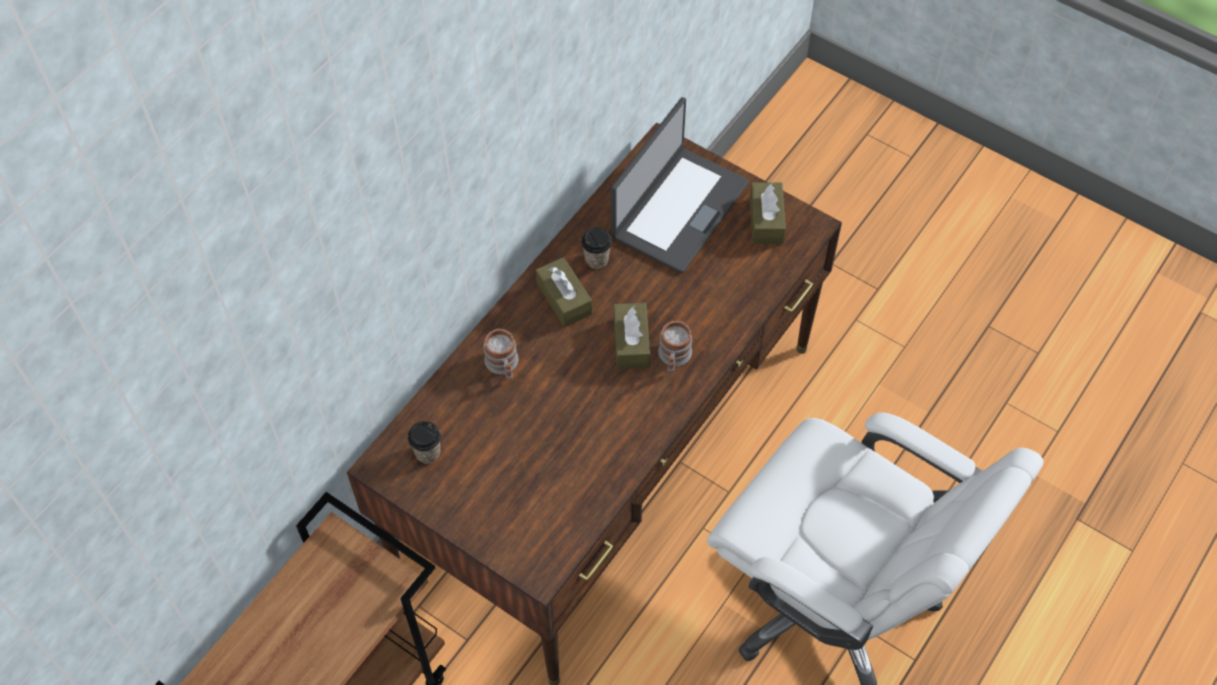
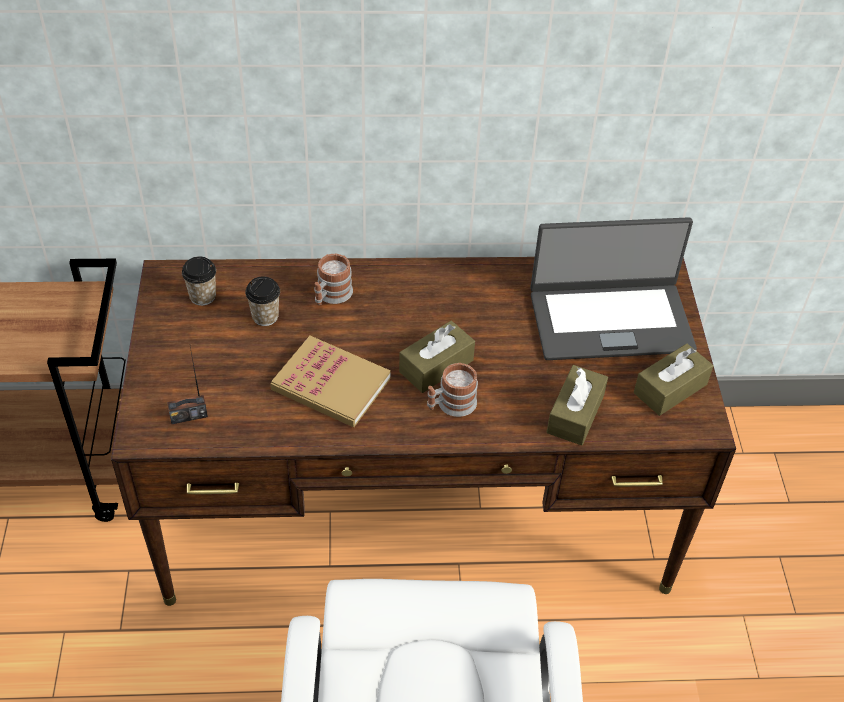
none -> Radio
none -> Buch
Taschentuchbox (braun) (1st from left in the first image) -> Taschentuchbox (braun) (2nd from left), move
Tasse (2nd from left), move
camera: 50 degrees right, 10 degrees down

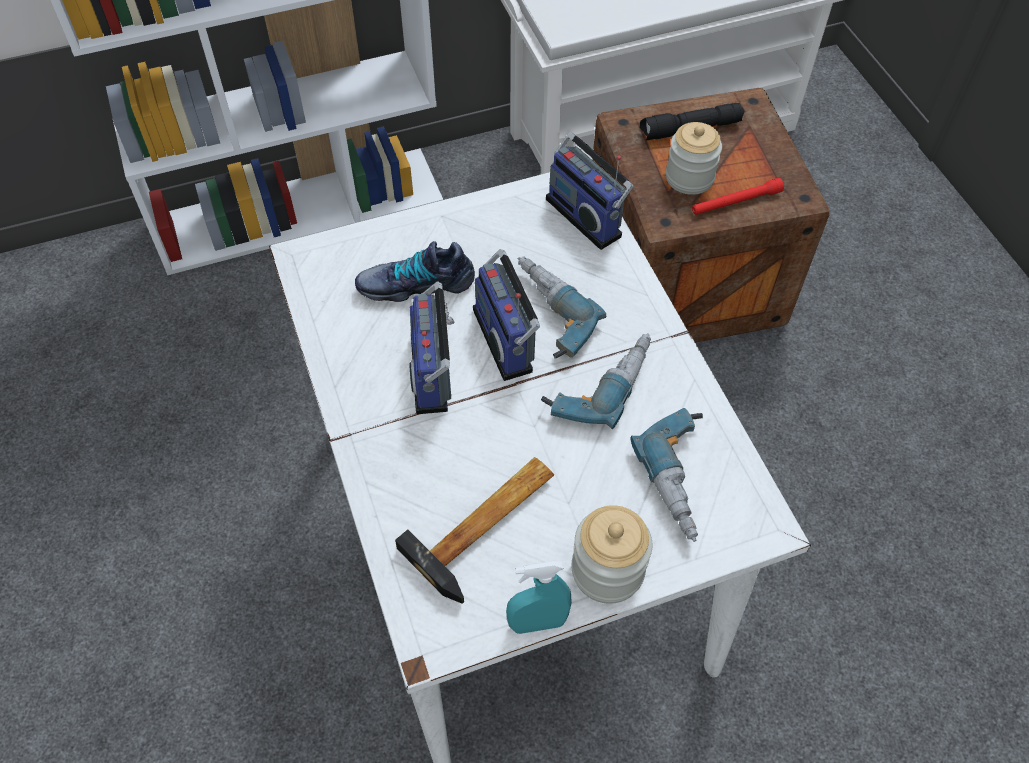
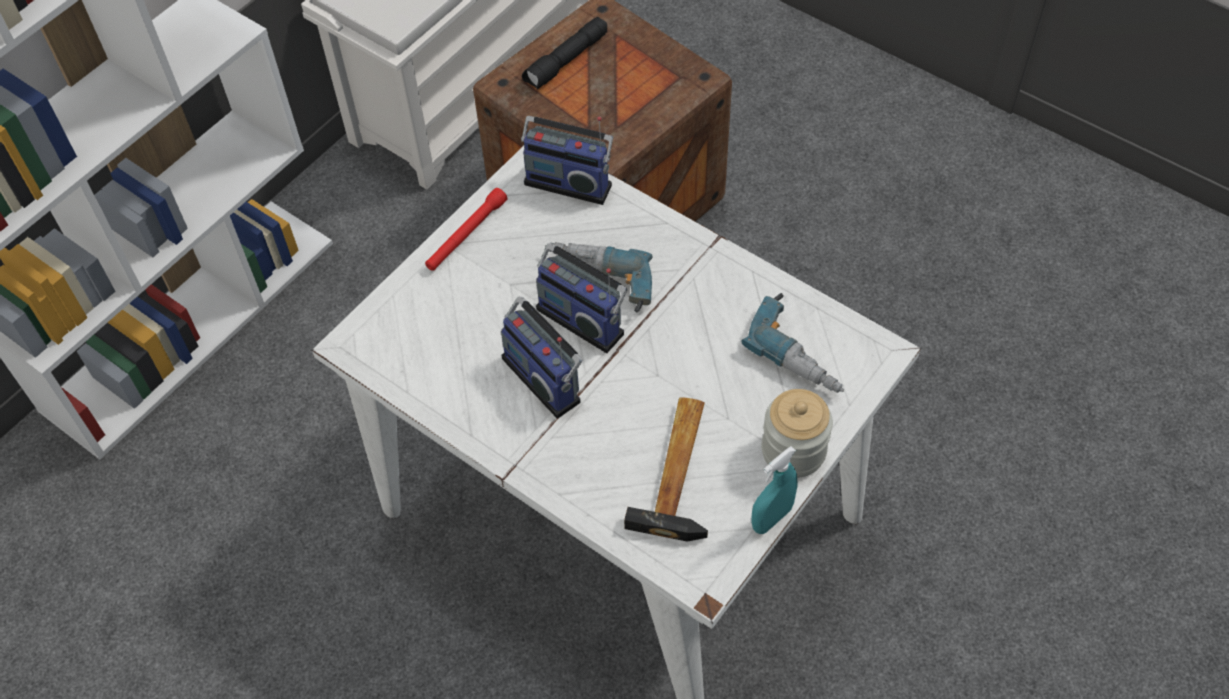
Schuh -> none
Bohrmaschine (2nd from left) -> none
Vorratsglas (2nd from left) -> none
Taschenlampe (rot), move
camera: 30 degrees left, 0 degrees up

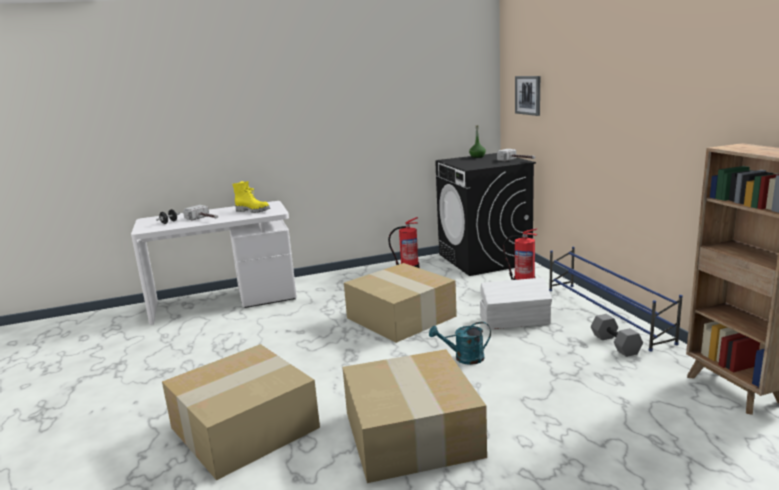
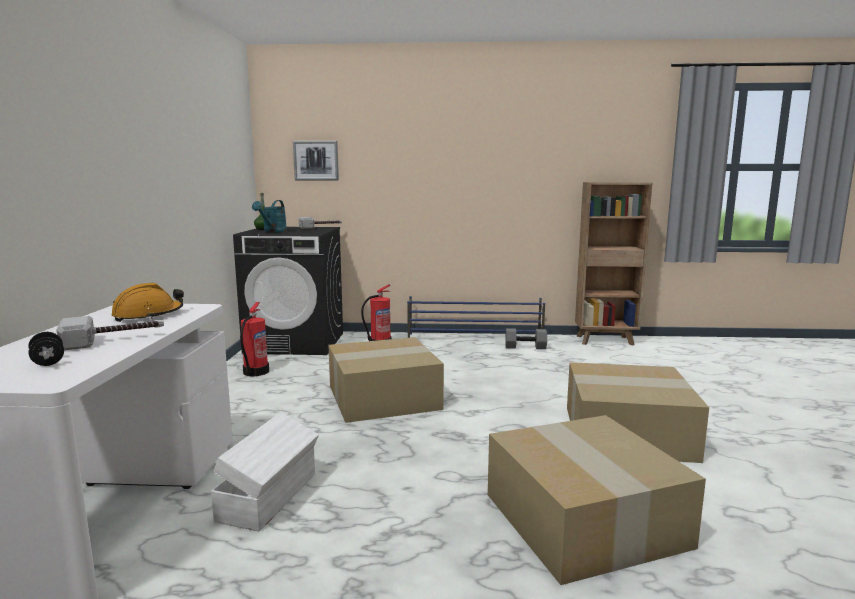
Gießkanne (türkis), move
Aufbewahrungsbox (weiß), move
Stiefel (gelb) -> Schutzhelm (orange)
camera: 70 degrees left, 5 degrees down

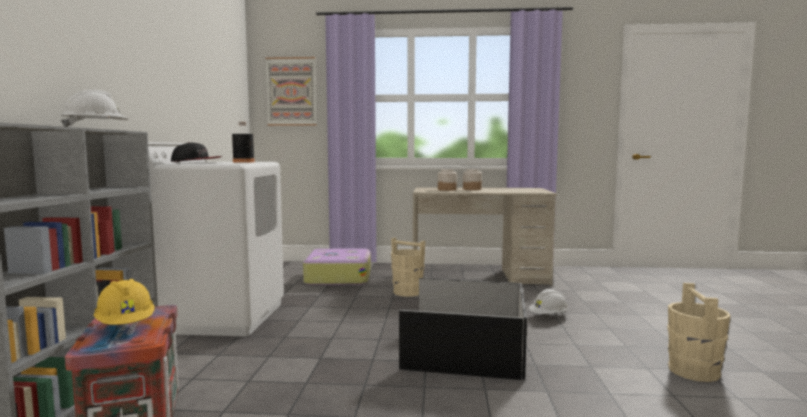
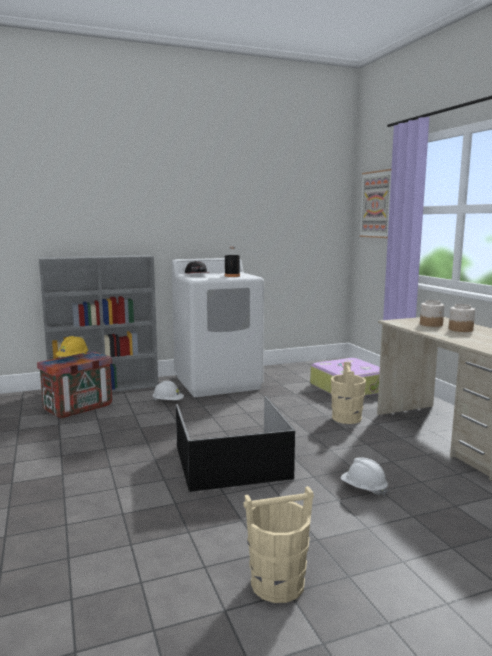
Schutzhelm (weiß) (1st from left), move
camera: 65 degrees right, 5 degrees up

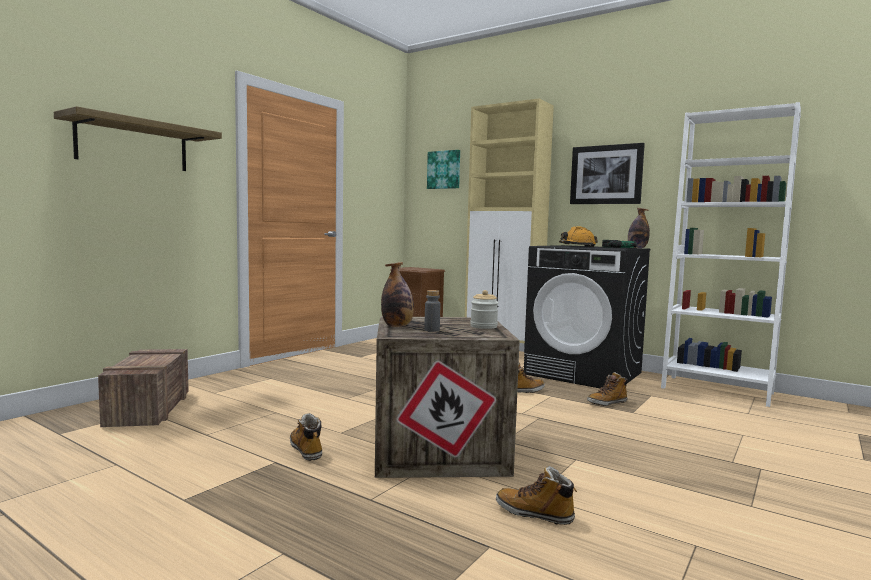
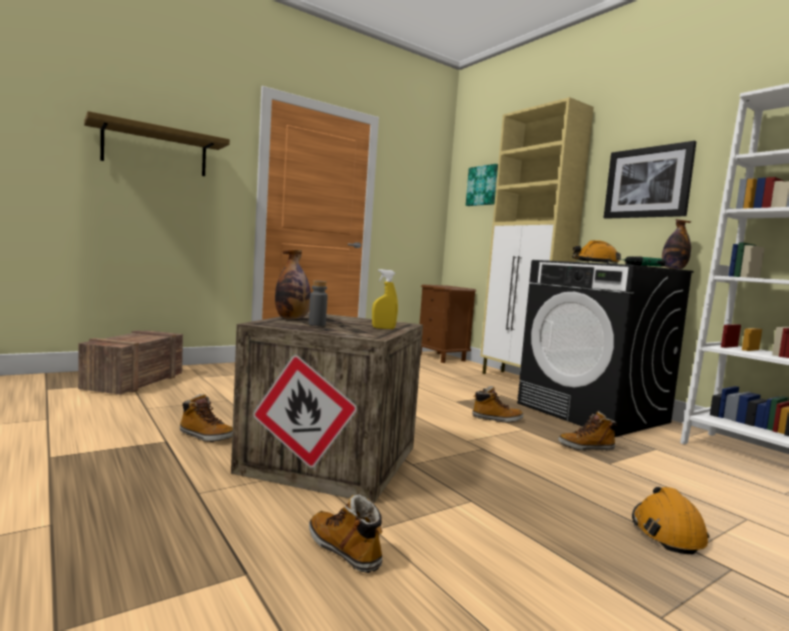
none -> Schutzhelm (orange) (2nd from left)
Vorratsglas -> Sprühflasche (gelb)
Stiefel (1st from left), 120 degrees clockwise
camera: 20 degrees right, 0 degrees up

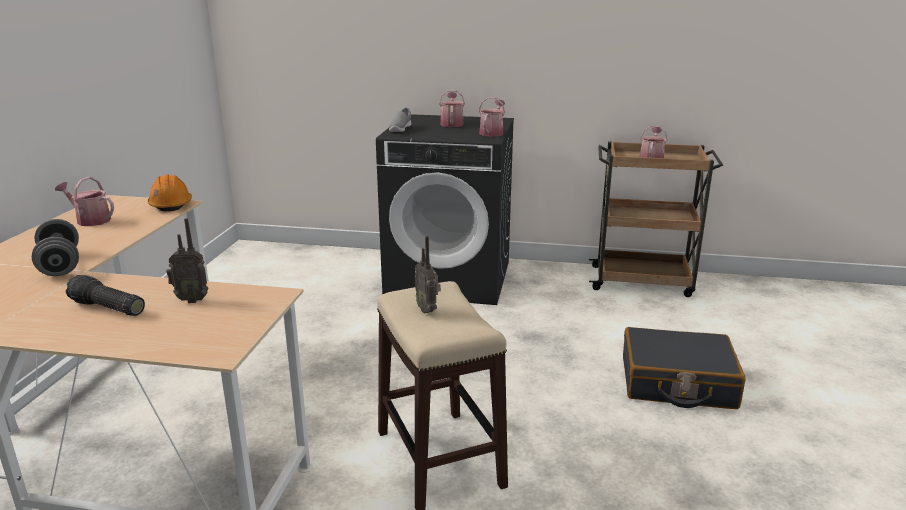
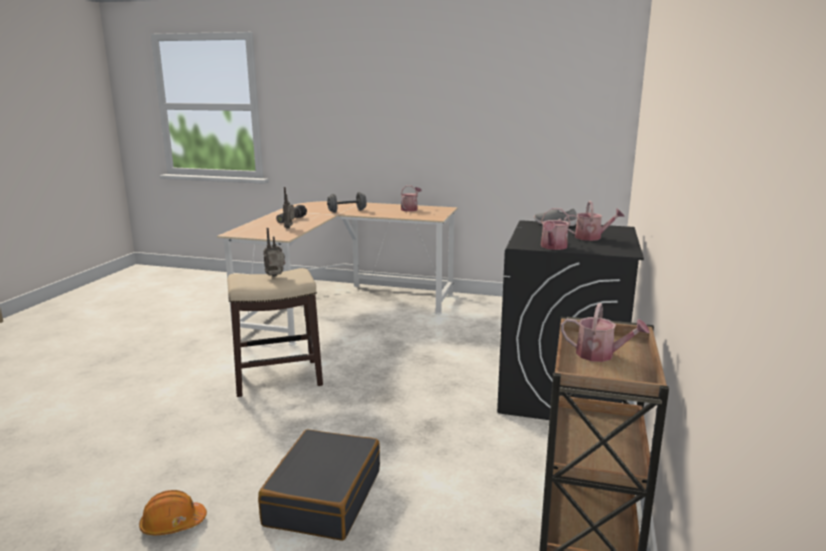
Schutzhelm (orange), move
Gießkanne (3rd from left in the first image) -> Gießkanne (2nd from left), 90 degrees clockwise
camera: 95 degrees right, 5 degrees down

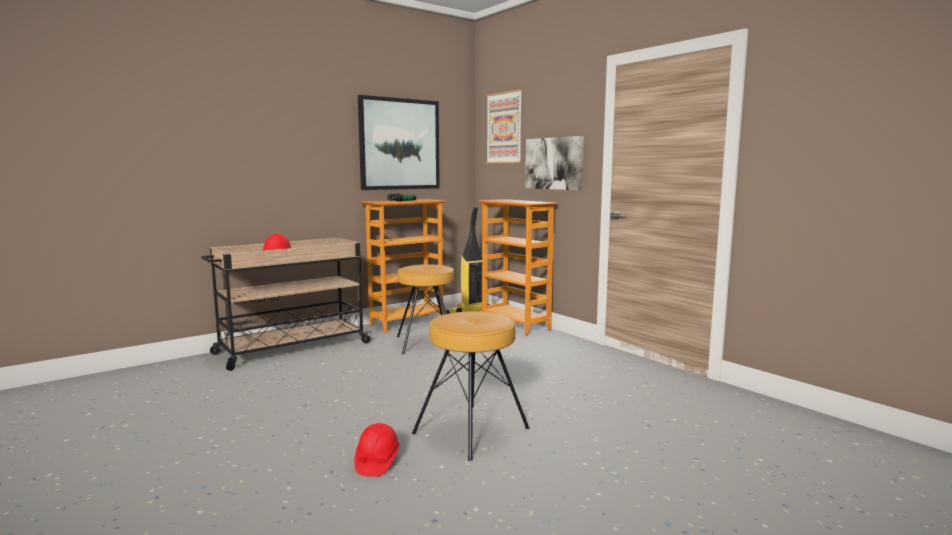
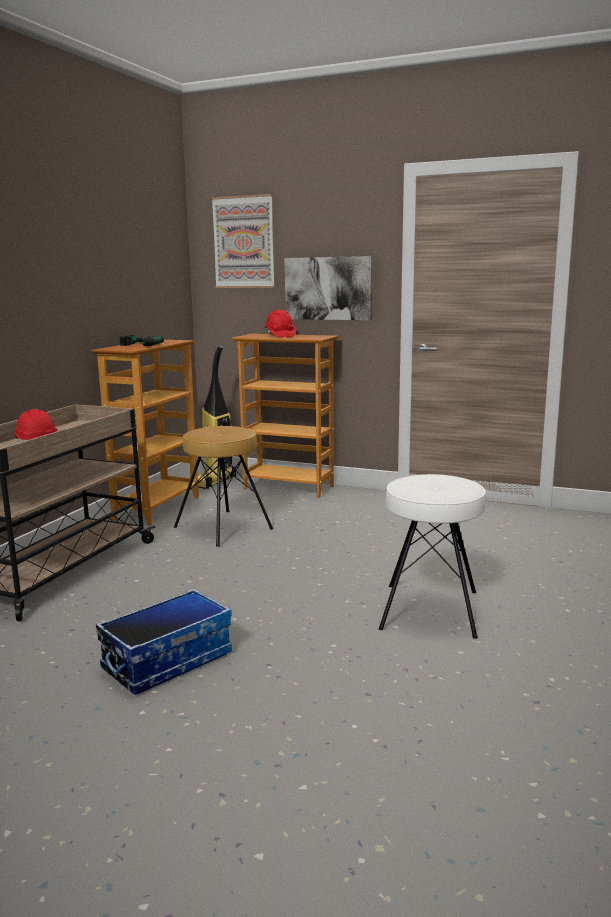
Bild (1st from left) -> none
none -> Aufbewahrungsbox
Schutzhelm (rot) (2nd from left), move
Hocker (braun) (2nd from left) -> Hocker (weiß)
camera: 30 degrees left, 5 degrees up

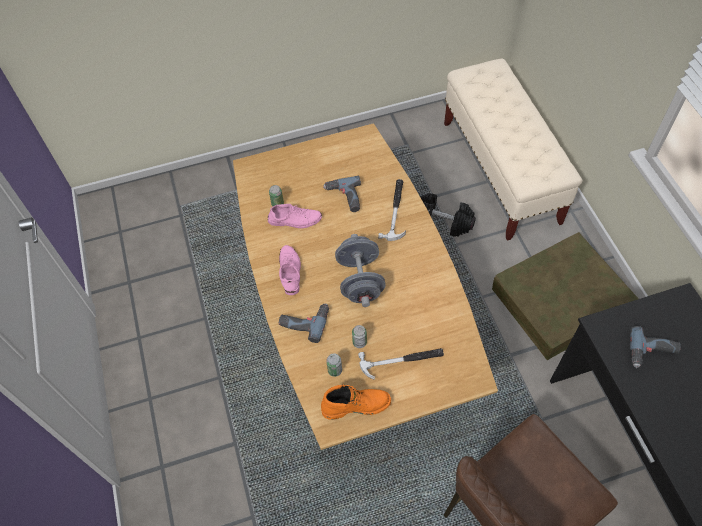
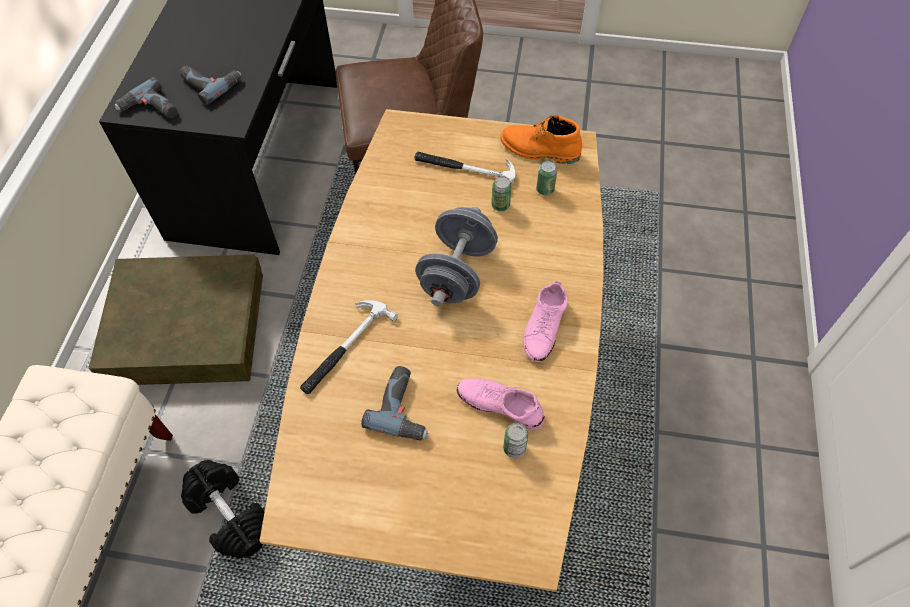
Bohrmaschine (1st from left), move
camera: 155 degrees left, 0 degrees up

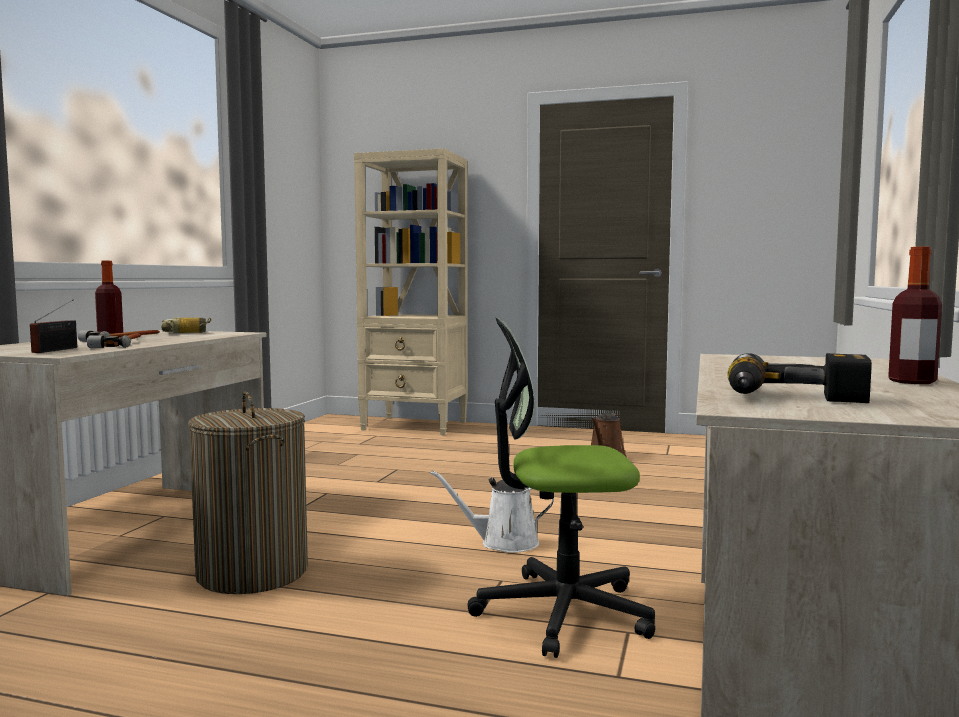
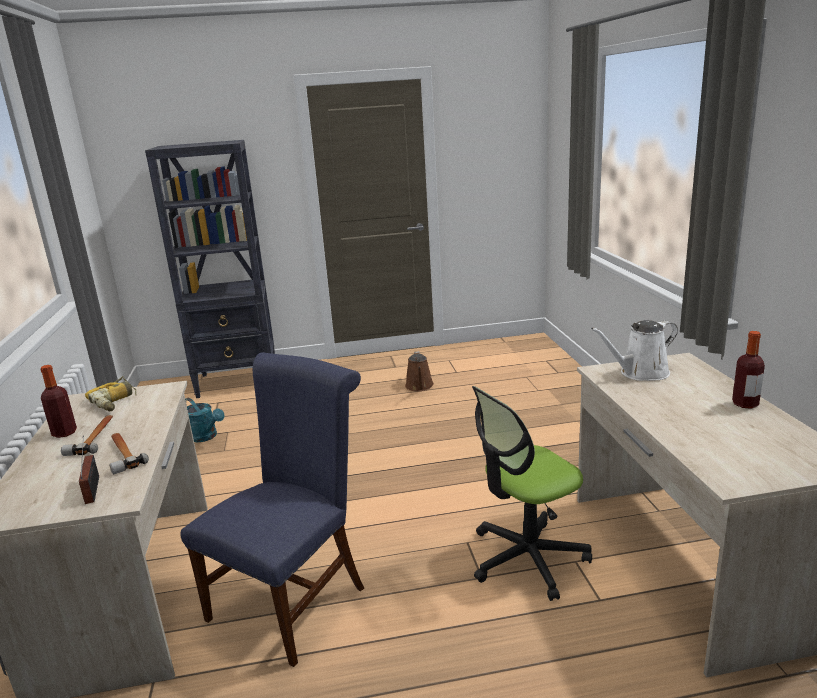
Bohrmaschine (2nd from left) -> none
none -> Gießkanne (türkis)
Gießkanne (weiß), move
Wäschekorb -> Stuhl (blau)
Bücherregal (beige) -> Bücherregal (schwarz)
camera: 25 degrees left, 15 degrees up

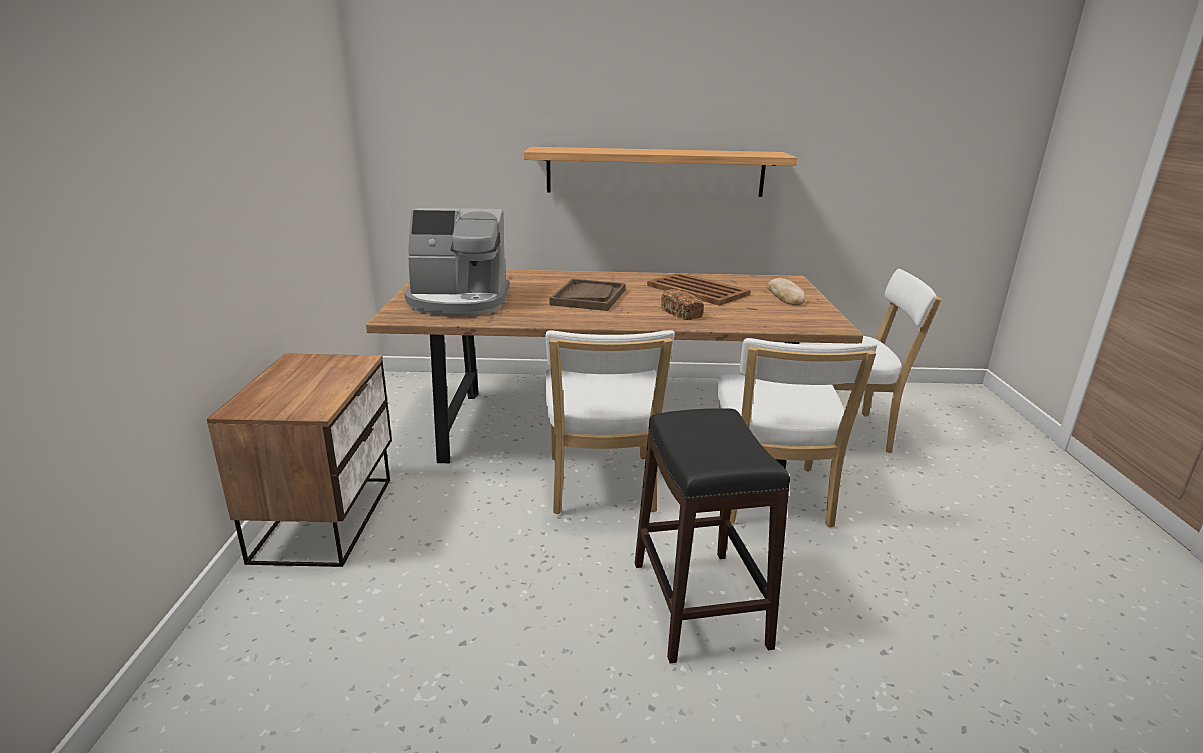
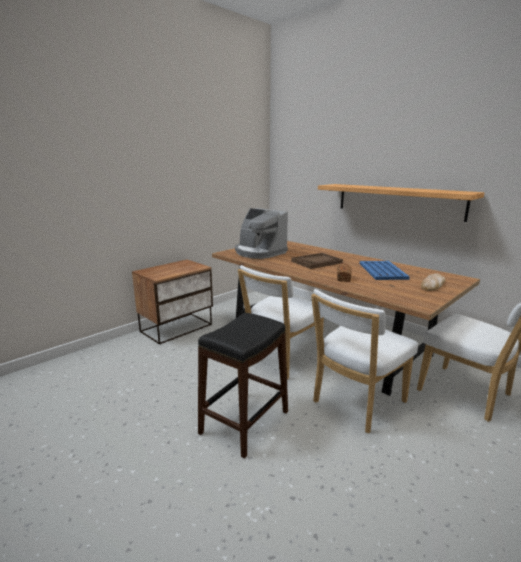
Tablett (braun) (2nd from left) -> Tablett (blau)
camera: 45 degrees right, 5 degrees down

